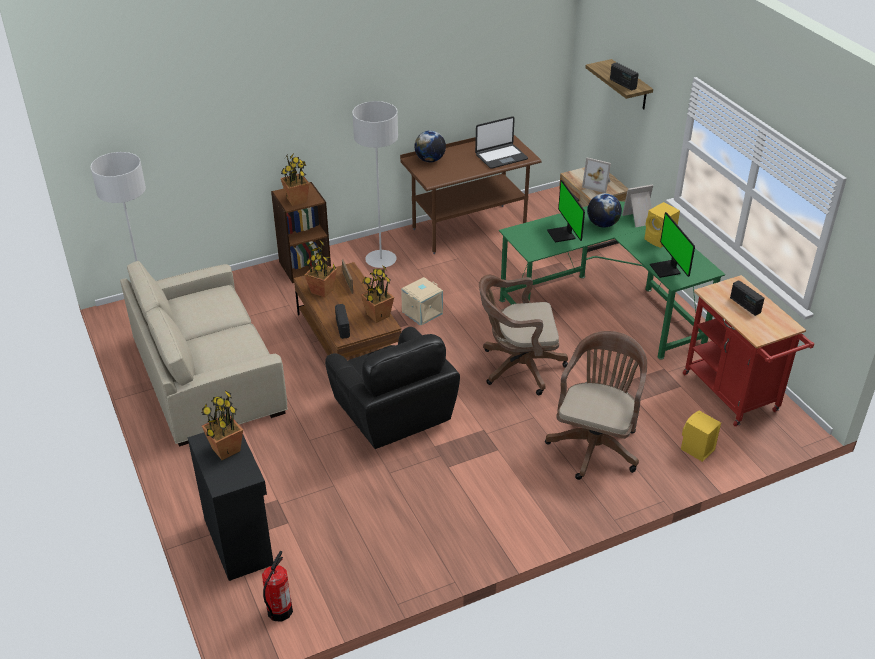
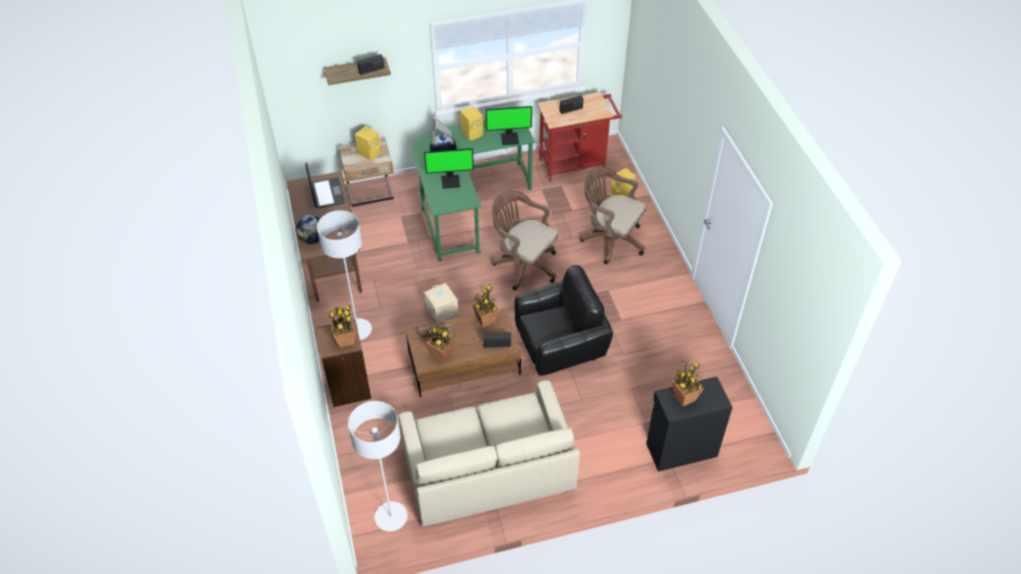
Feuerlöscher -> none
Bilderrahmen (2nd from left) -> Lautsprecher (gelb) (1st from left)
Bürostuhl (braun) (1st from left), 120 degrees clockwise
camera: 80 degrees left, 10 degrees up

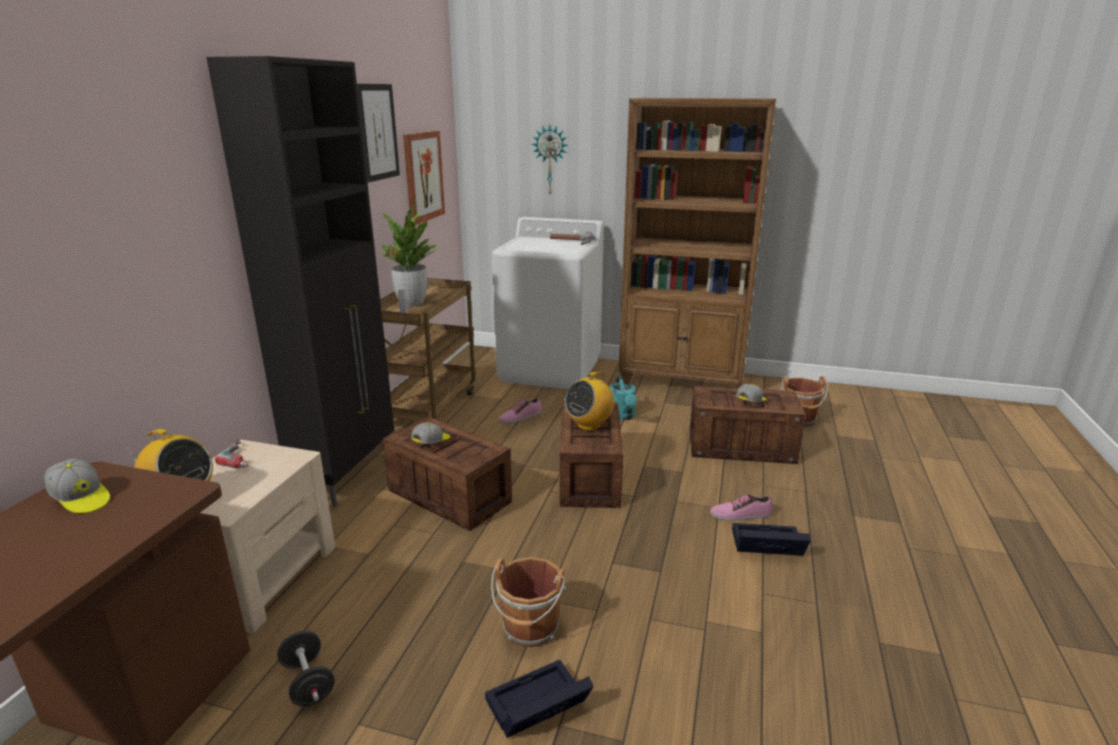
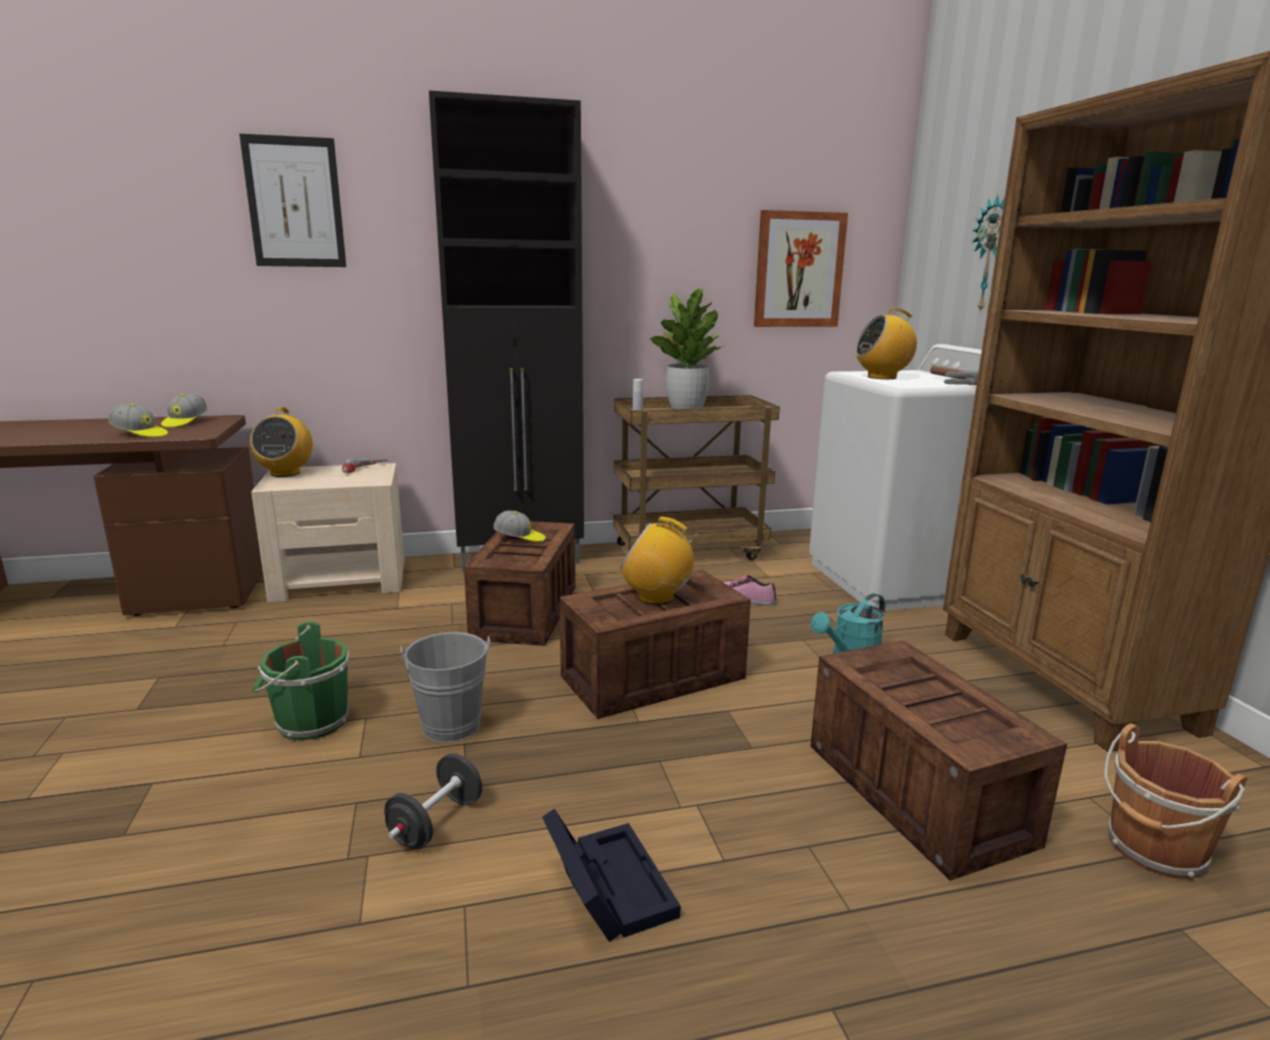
Aufbewahrungsbox (schwarz) (1st from left) -> none
Schuh (2nd from left) -> none
none -> Eimer (grau)
none -> Radio (3rd from left)
Hantel (schwarz), move
Bild (1st from left), move
Kappe (3rd from left in the first image) -> Kappe (1st from left), move
Eimer (braun) (1st from left) -> Eimer (grün)
camera: 60 degrees right, 5 degrees down

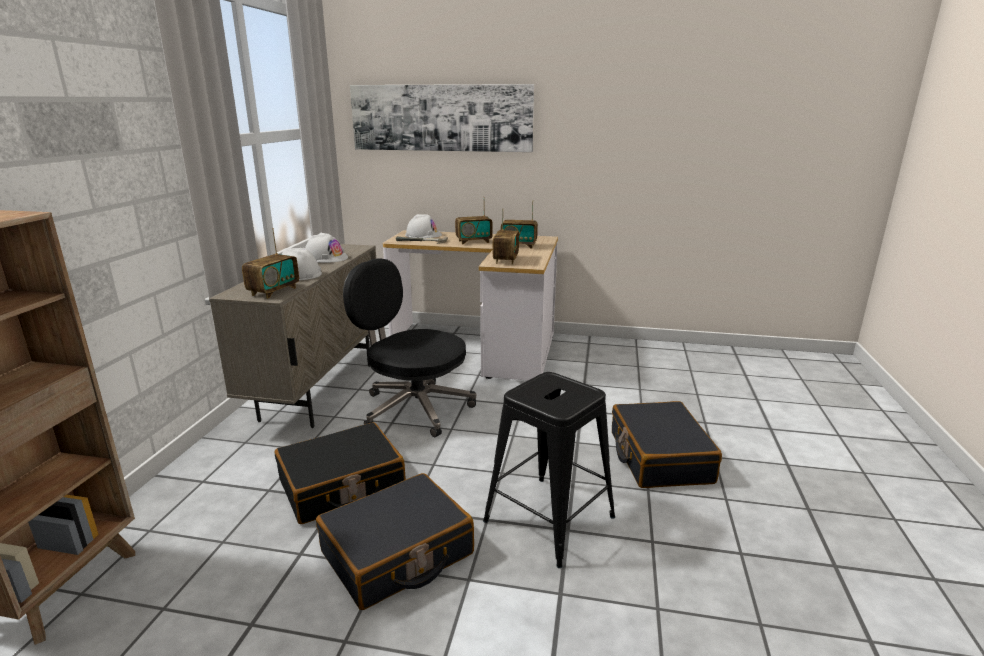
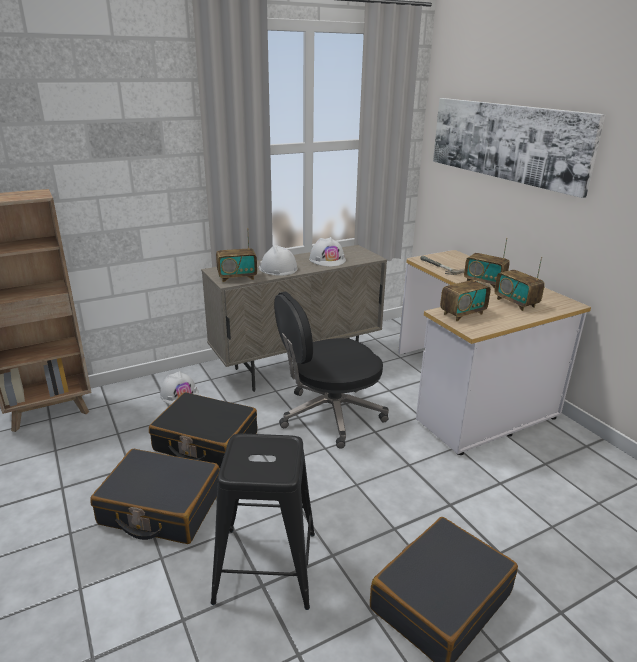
Schutzhelm (weiß) (3rd from left in the first image) -> Schutzhelm (weiß) (1st from left), move
Bürostuhl (schwarz), 105 degrees counterclockwise
camera: 50 degrees right, 5 degrees up

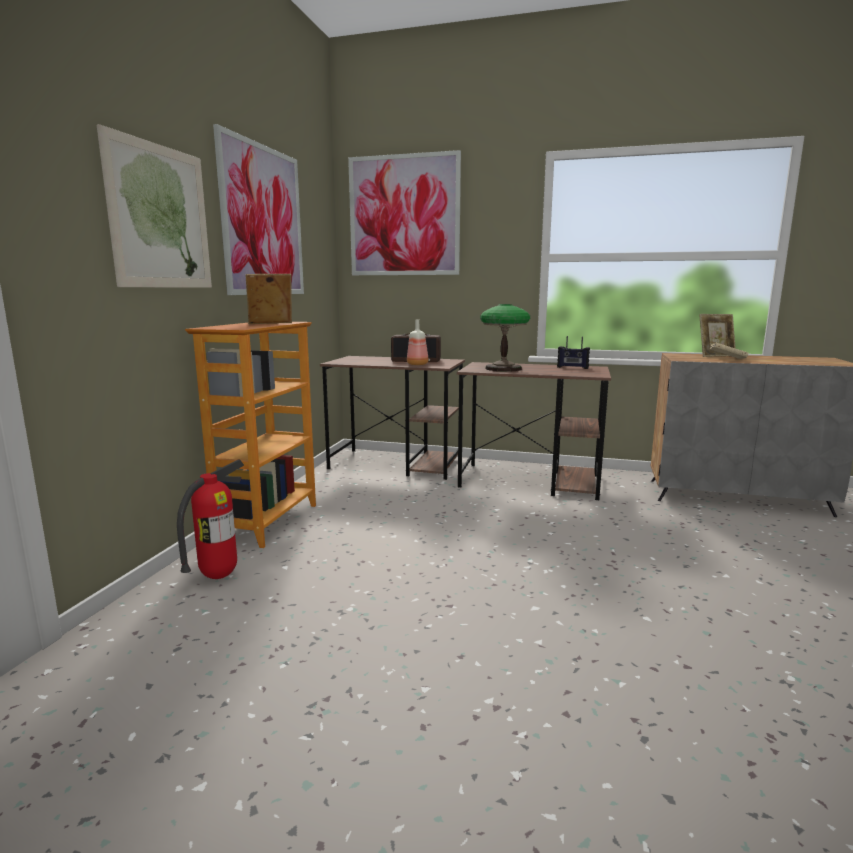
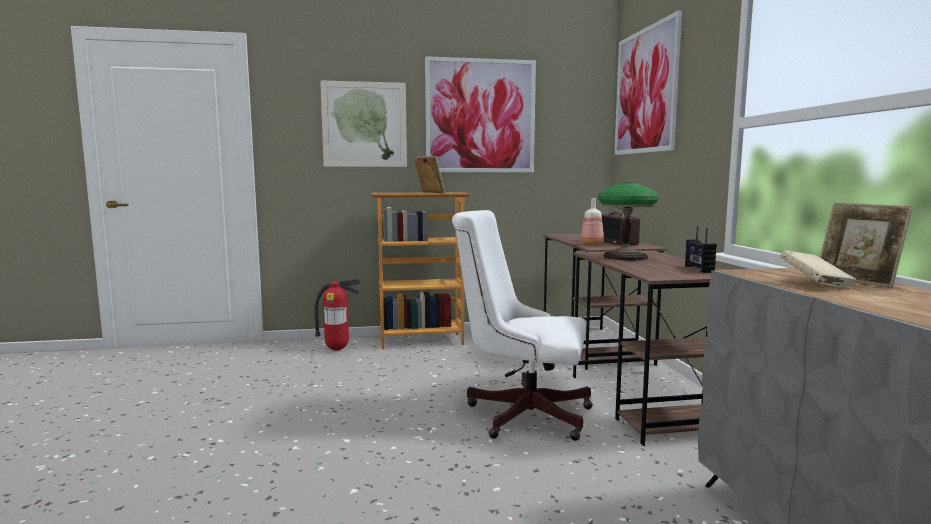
none -> Bürostuhl (weiß)
camera: 65 degrees right, 5 degrees down

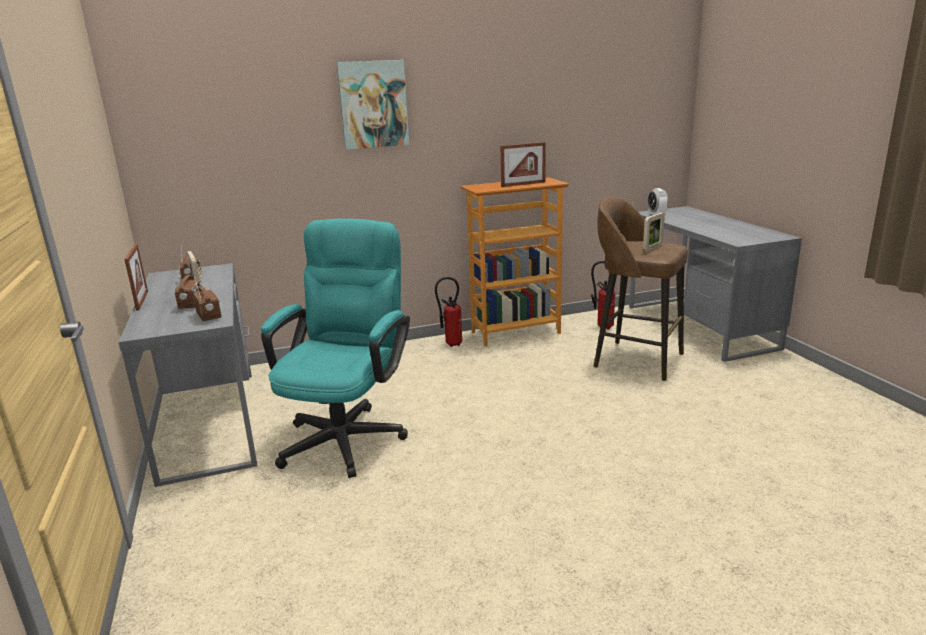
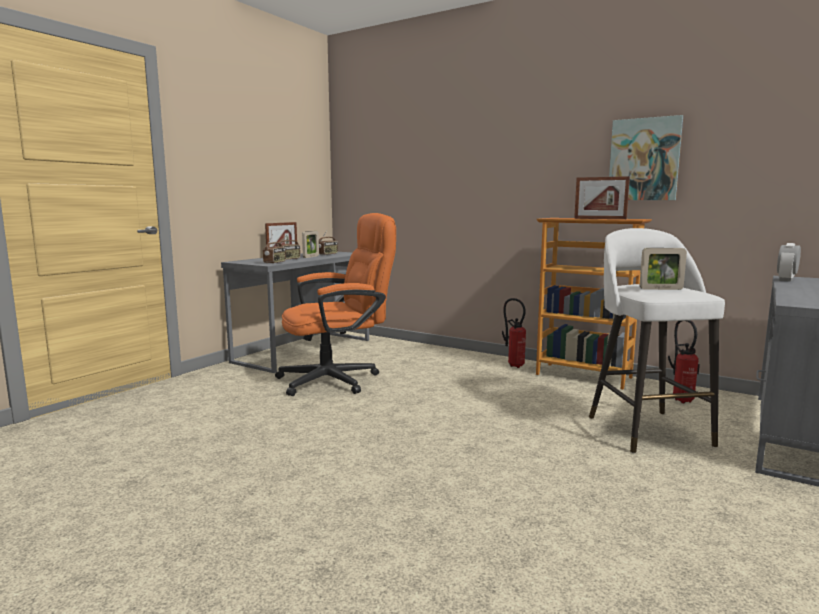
Bild, move
Bürostuhl (türkis) -> Bürostuhl (orange)
Hocker (braun) -> Hocker (weiß)
camera: 50 degrees right, 10 degrees down

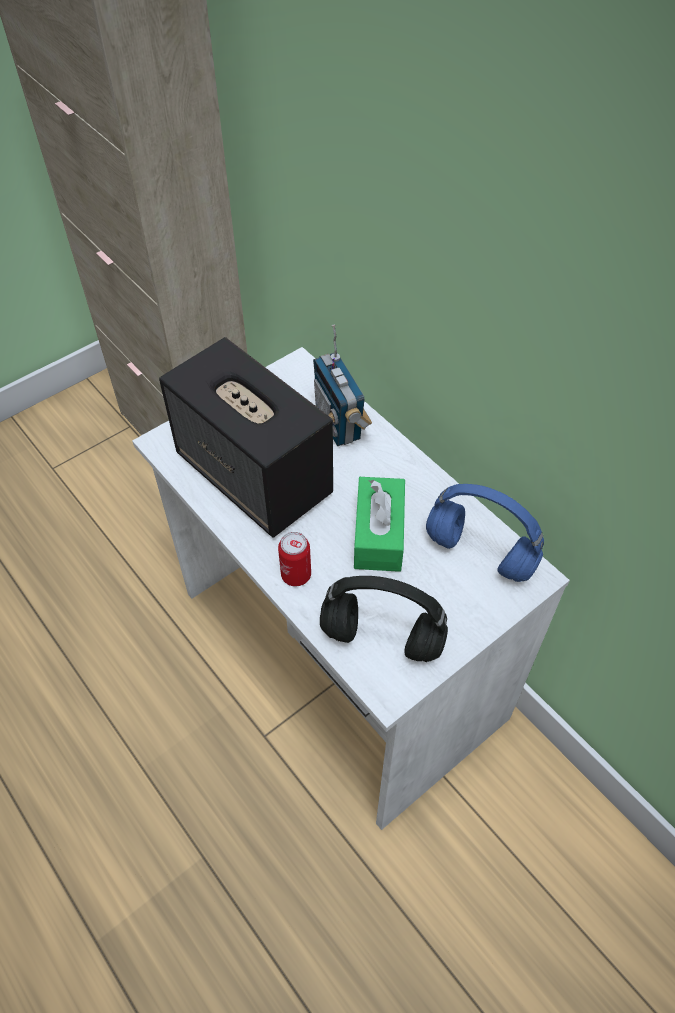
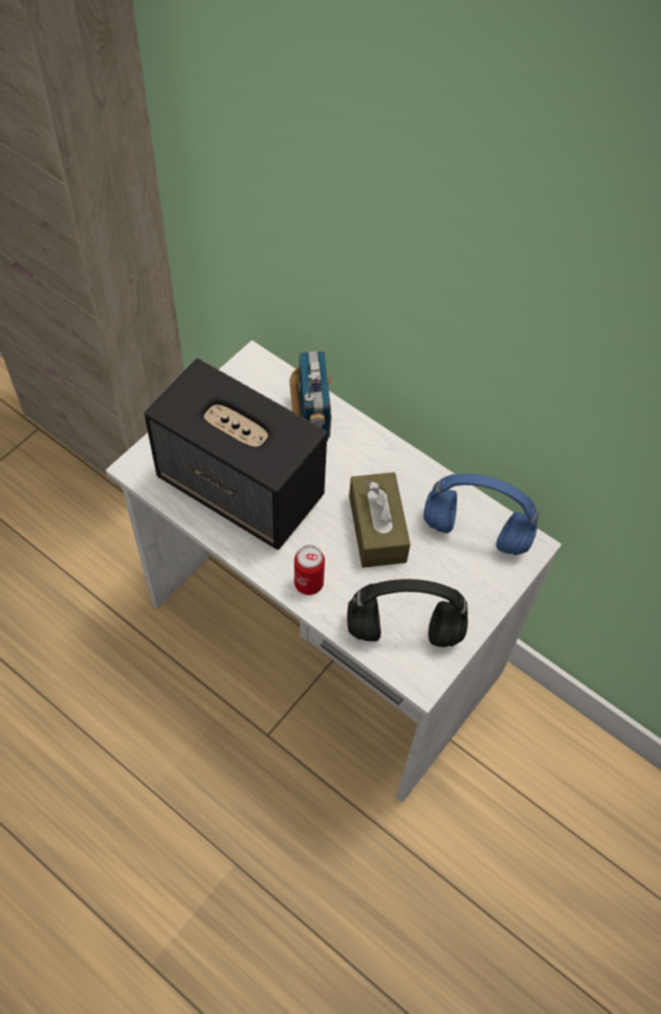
Taschentuchbox (grün) -> Taschentuchbox (braun)
Radio, 150 degrees counterclockwise
camera: 15 degrees left, 5 degrees up

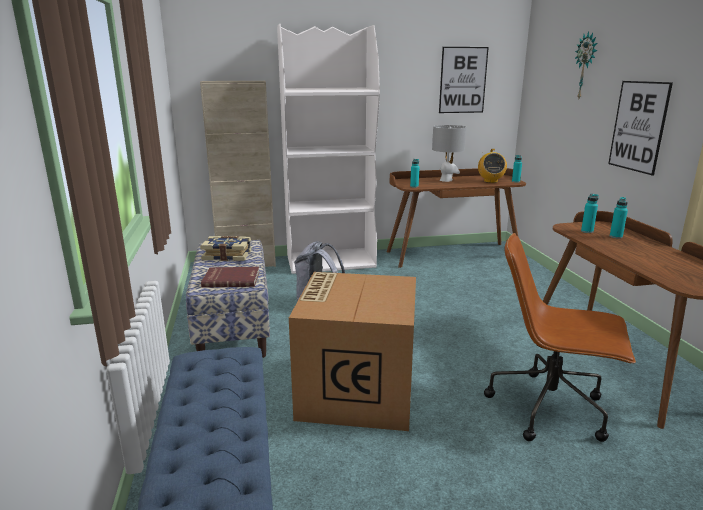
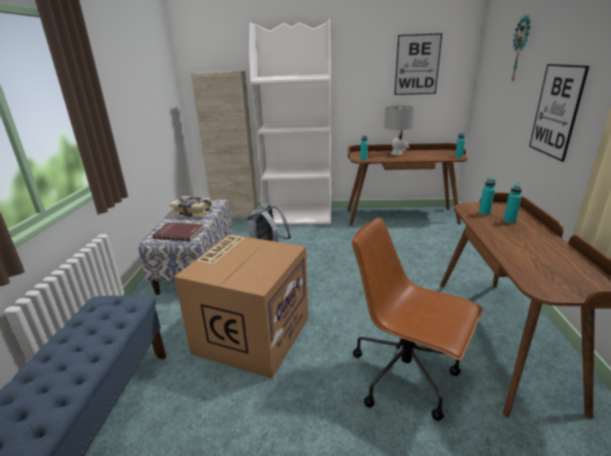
Radio -> none
camera: 15 degrees right, 5 degrees up

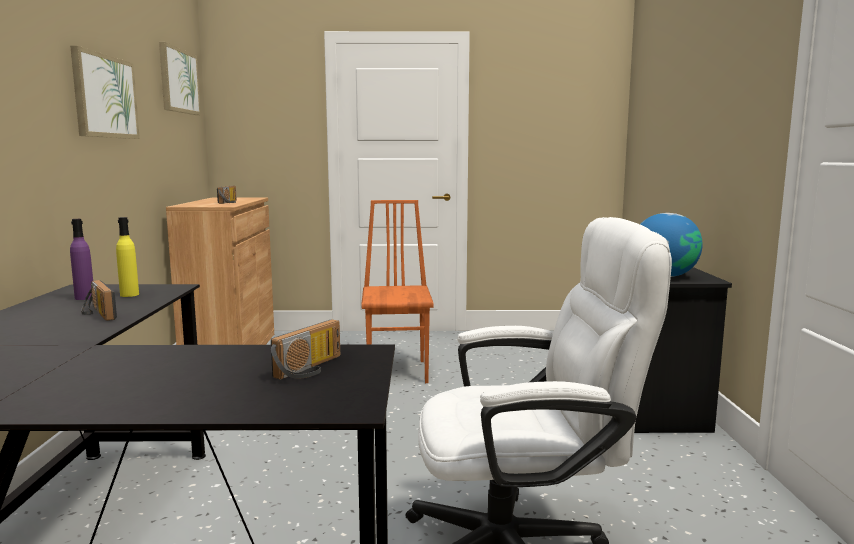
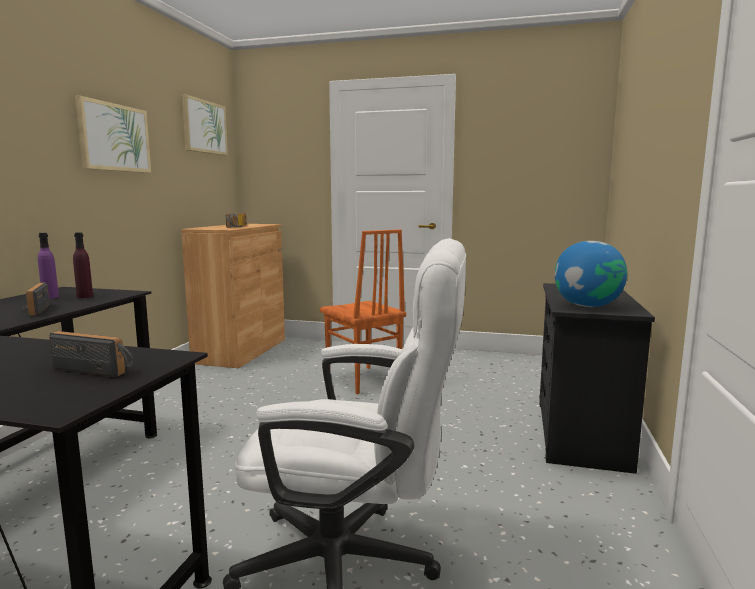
Flasche (gelb) -> Flasche (lila) (2nd from left)
Radio (3rd from left in the first image) -> Radio (2nd from left), 120 degrees counterclockwise
Stuhl (orange), 135 degrees clockwise
camera: 15 degrees right, 0 degrees up

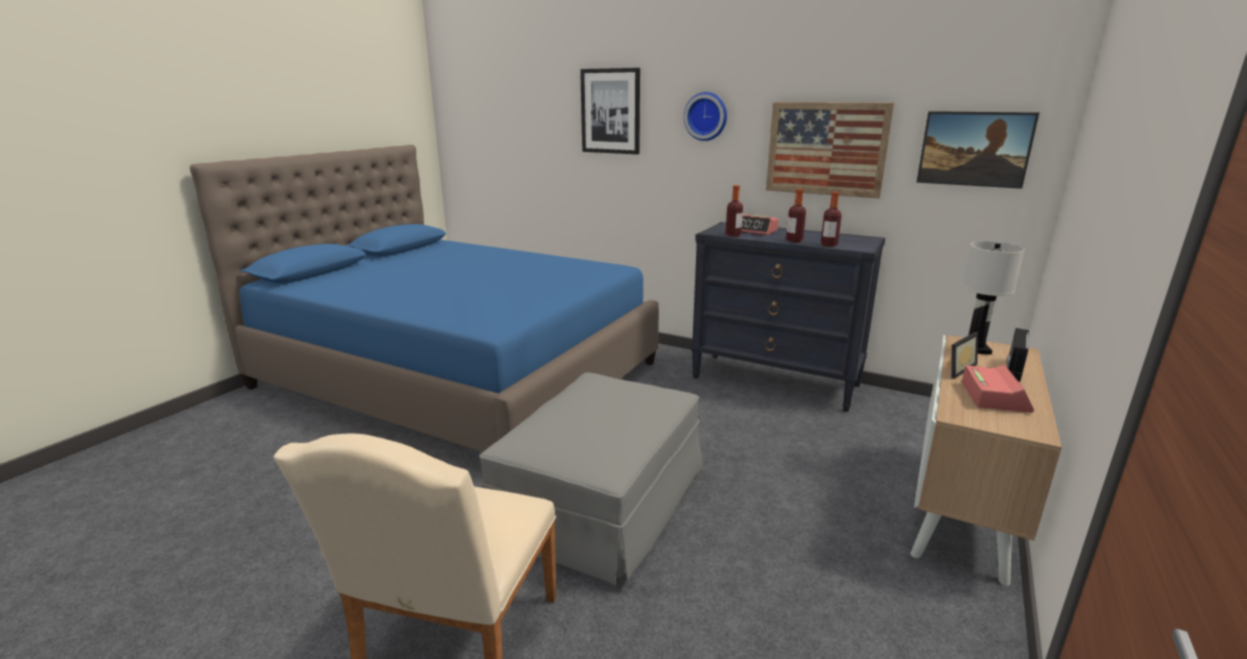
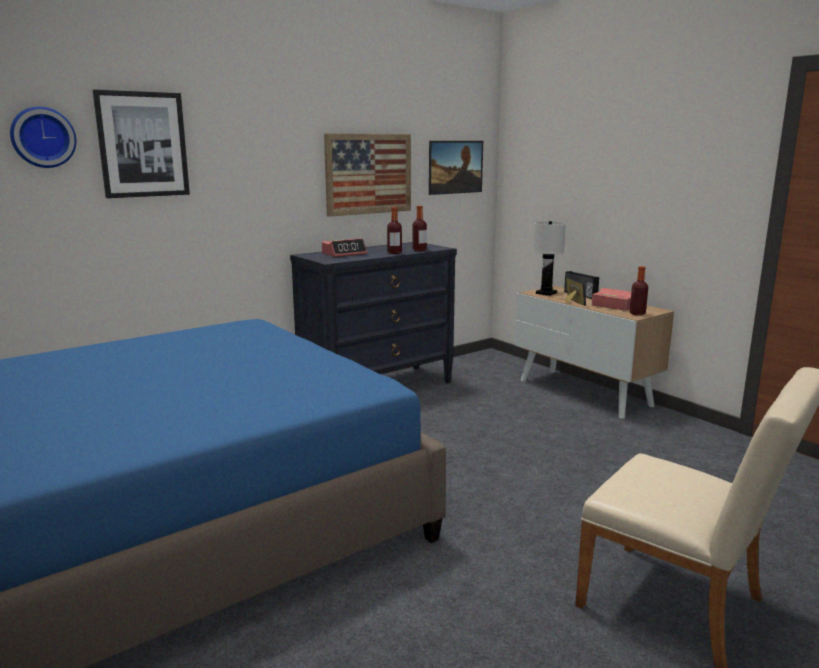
Polsterhocker (grau) -> none
Wanduhr, move
Flasche (1st from left in the first image) -> Flasche (3rd from left), move
camera: 65 degrees left, 5 degrees down

